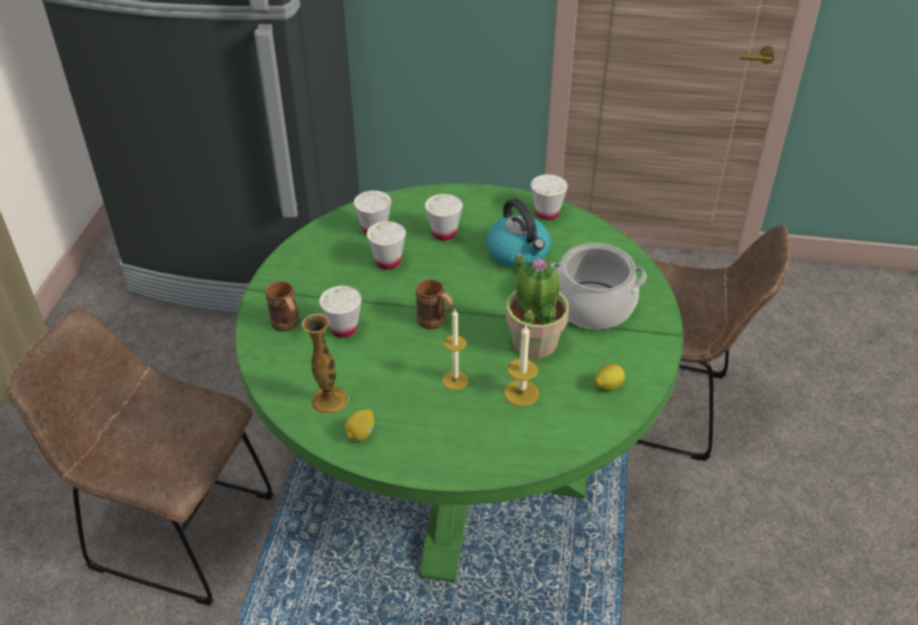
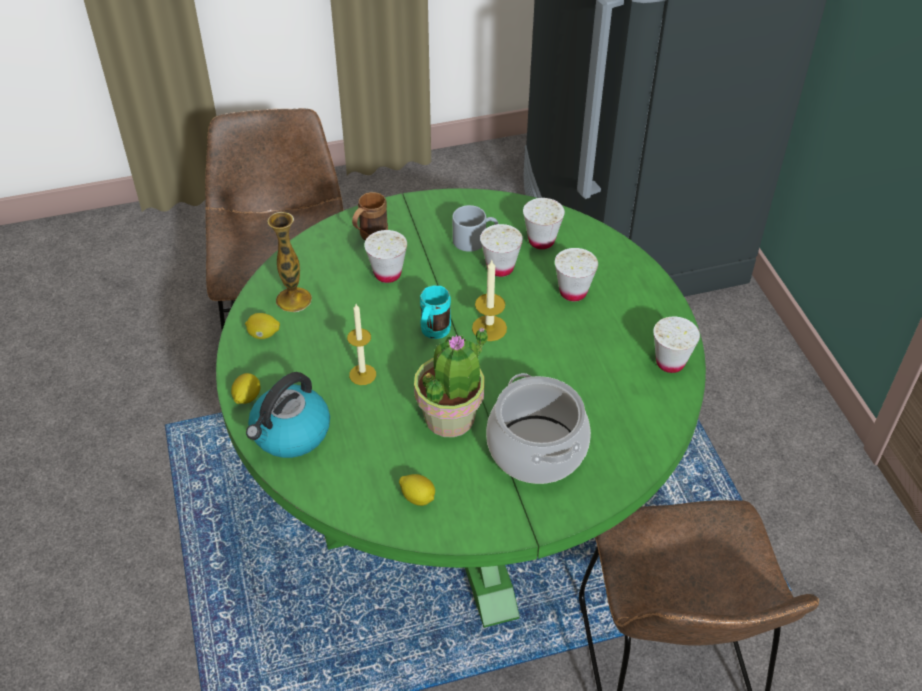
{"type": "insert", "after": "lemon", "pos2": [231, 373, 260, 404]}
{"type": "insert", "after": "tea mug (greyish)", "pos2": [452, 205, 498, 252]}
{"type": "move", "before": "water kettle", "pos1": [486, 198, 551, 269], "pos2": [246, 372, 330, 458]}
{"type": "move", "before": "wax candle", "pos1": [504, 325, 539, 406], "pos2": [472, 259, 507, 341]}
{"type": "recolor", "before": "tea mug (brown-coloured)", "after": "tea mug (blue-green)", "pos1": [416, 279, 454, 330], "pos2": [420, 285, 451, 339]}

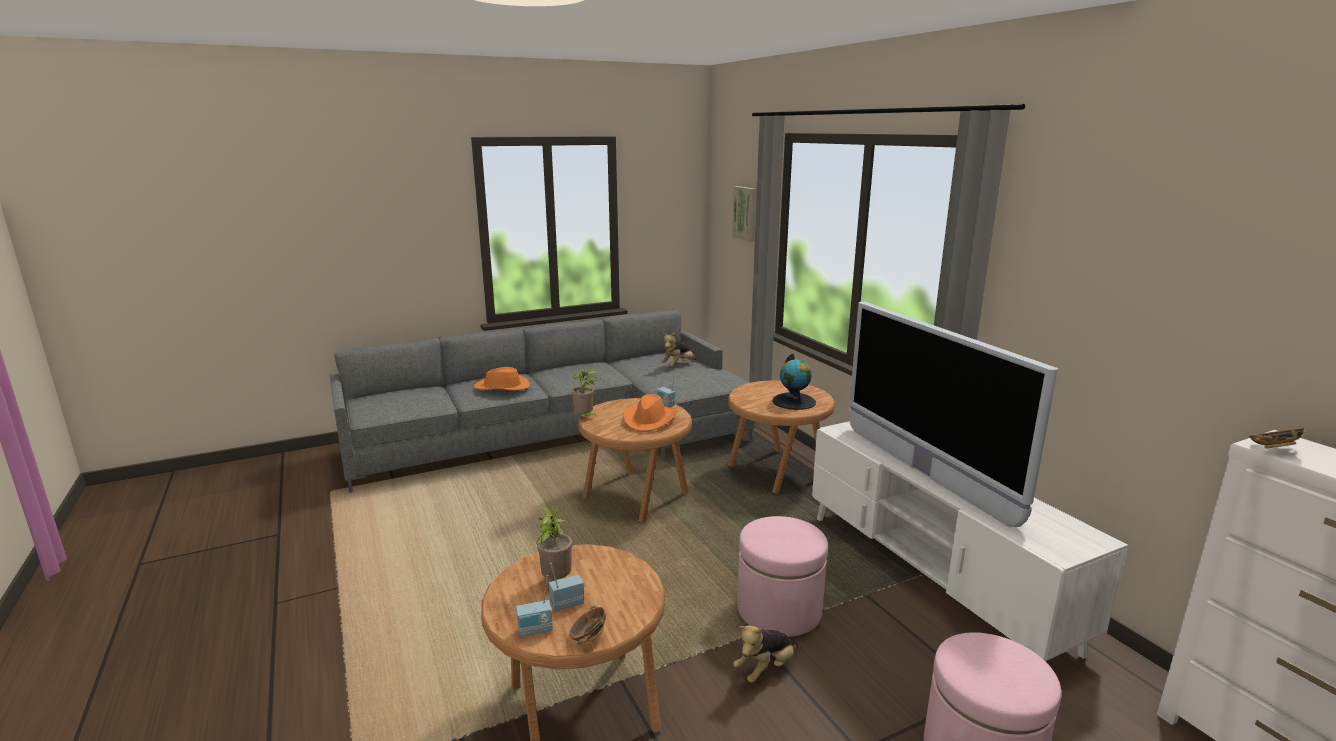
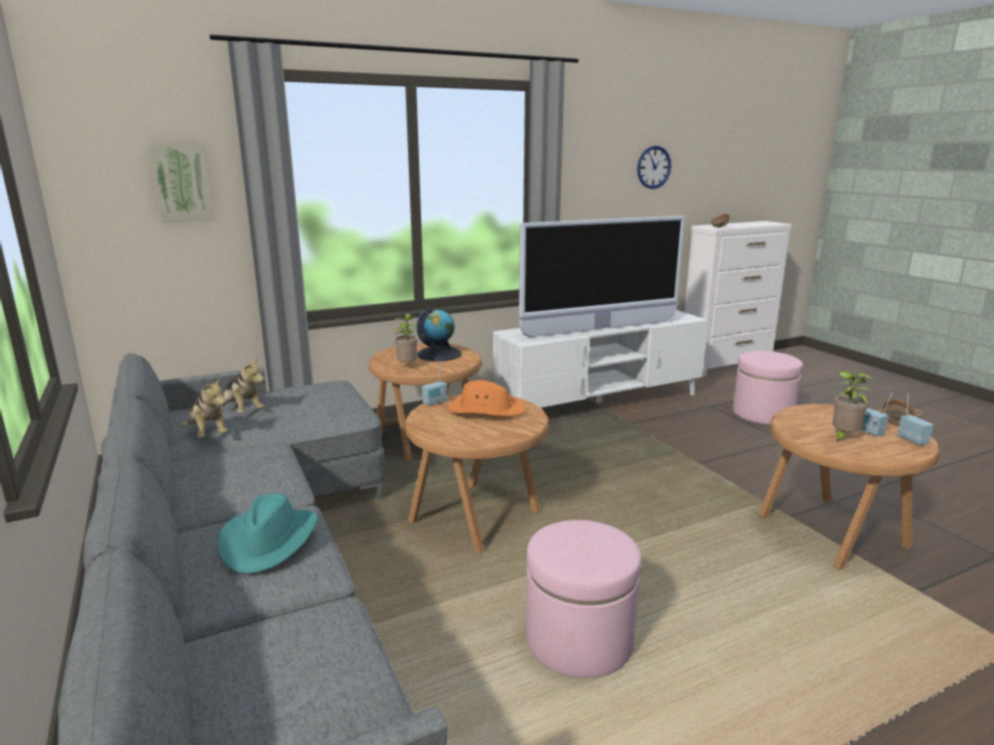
{"type": "insert", "after": "hanging clock", "pos2": [637, 146, 671, 189]}
{"type": "move", "before": "potted plant", "pos1": [572, 369, 598, 417], "pos2": [393, 314, 418, 362]}
{"type": "move", "before": "plush toy", "pos1": [733, 625, 798, 683], "pos2": [182, 377, 228, 438]}
{"type": "move", "before": "pouffe (pink-coloured)", "pos1": [737, 516, 828, 637], "pos2": [526, 520, 641, 678]}
{"type": "recolor", "before": "clothing hat (orange)", "after": "clothing hat (blue-green)", "pos1": [474, 367, 530, 391], "pos2": [217, 493, 318, 574]}

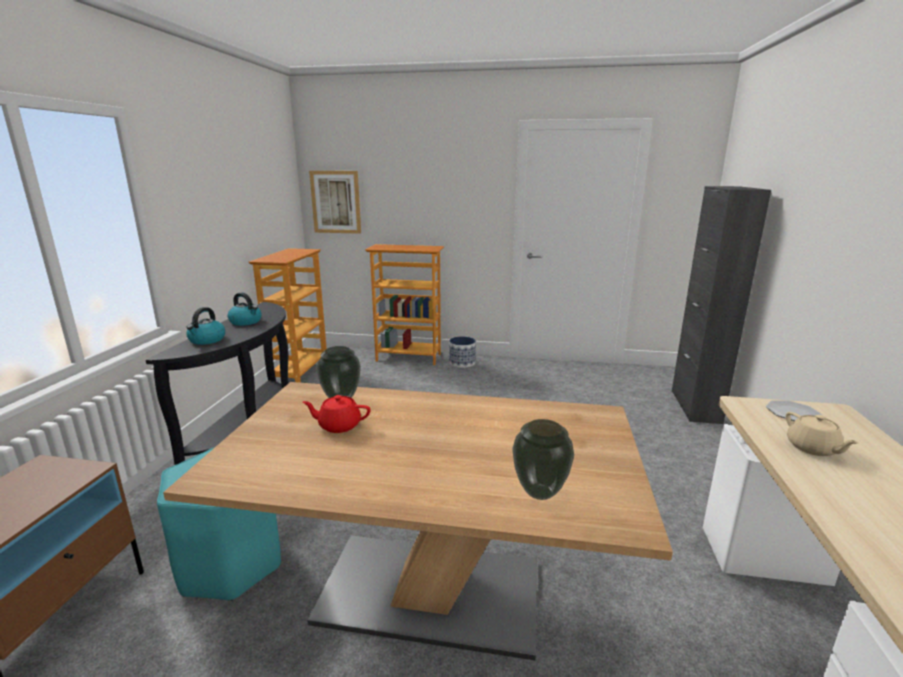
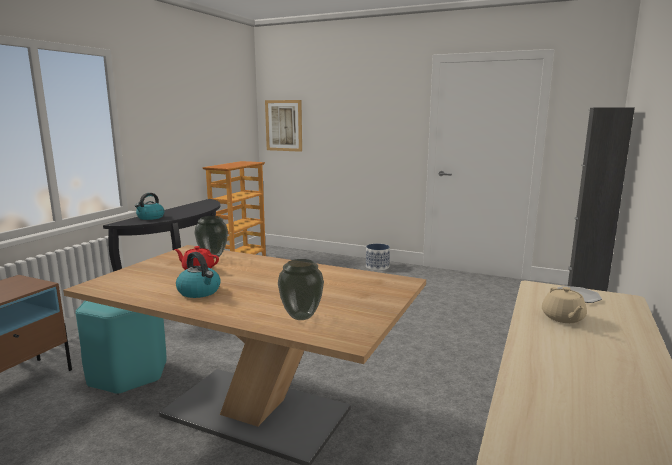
{"type": "delete", "before": "shelving unit", "pos1": [365, 244, 444, 365]}
{"type": "move", "before": "water kettle", "pos1": [228, 292, 261, 326], "pos2": [176, 252, 221, 298]}

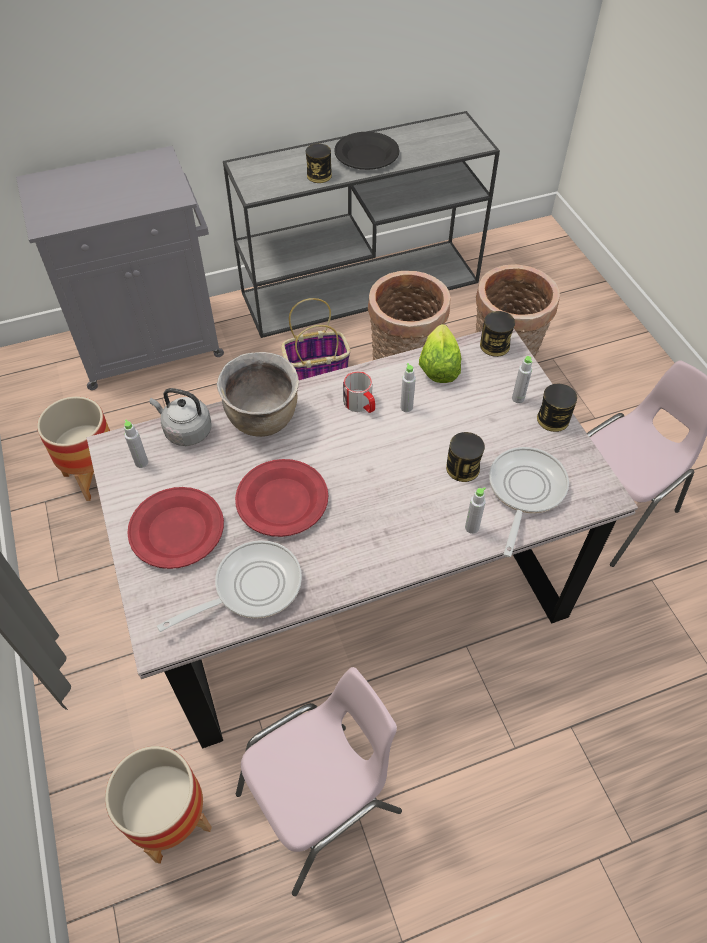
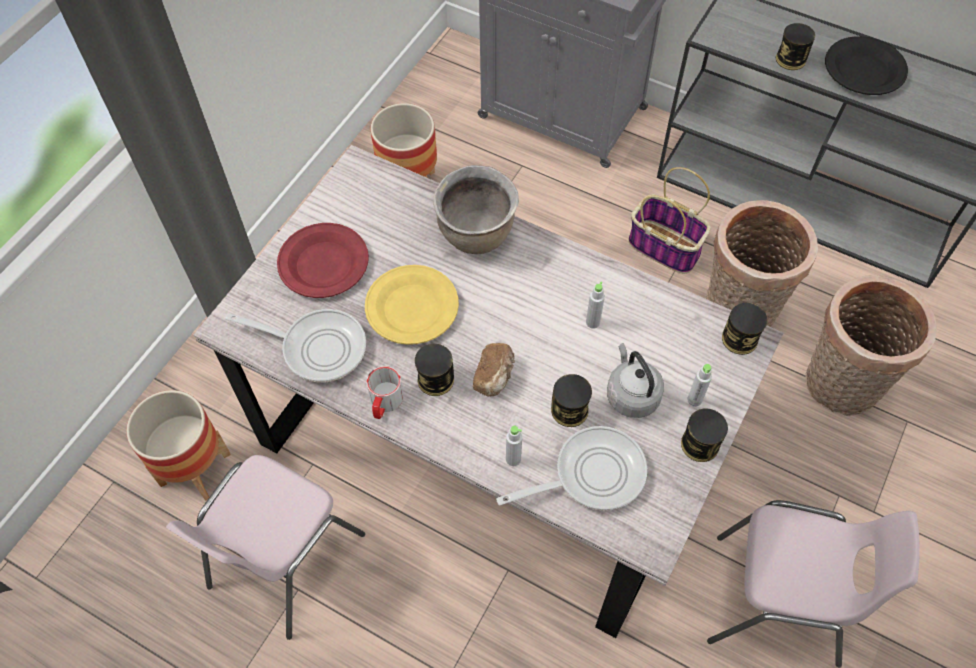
{"type": "delete", "before": "drink bottle (greyish)", "pos1": [124, 419, 148, 468]}
{"type": "delete", "before": "head of lettuce", "pos1": [419, 324, 461, 383]}
{"type": "insert", "after": "sealed can", "pos2": [415, 344, 454, 396]}
{"type": "insert", "after": "baked bread", "pos2": [473, 343, 515, 396]}
{"type": "move", "before": "water kettle (greyish)", "pos1": [150, 388, 212, 446], "pos2": [607, 343, 664, 418]}
{"type": "move", "before": "tea mug", "pos1": [343, 371, 375, 413], "pos2": [366, 366, 404, 419]}
{"type": "recolor", "before": "dinner plate (reddish)", "after": "dinner plate (yellowish)", "pos1": [235, 459, 328, 537], "pos2": [365, 265, 459, 345]}
{"type": "rotate", "before": "chair (pink-coloured)", "pos1": [236, 667, 402, 896], "pos2": [166, 455, 365, 640], "turn": 105}

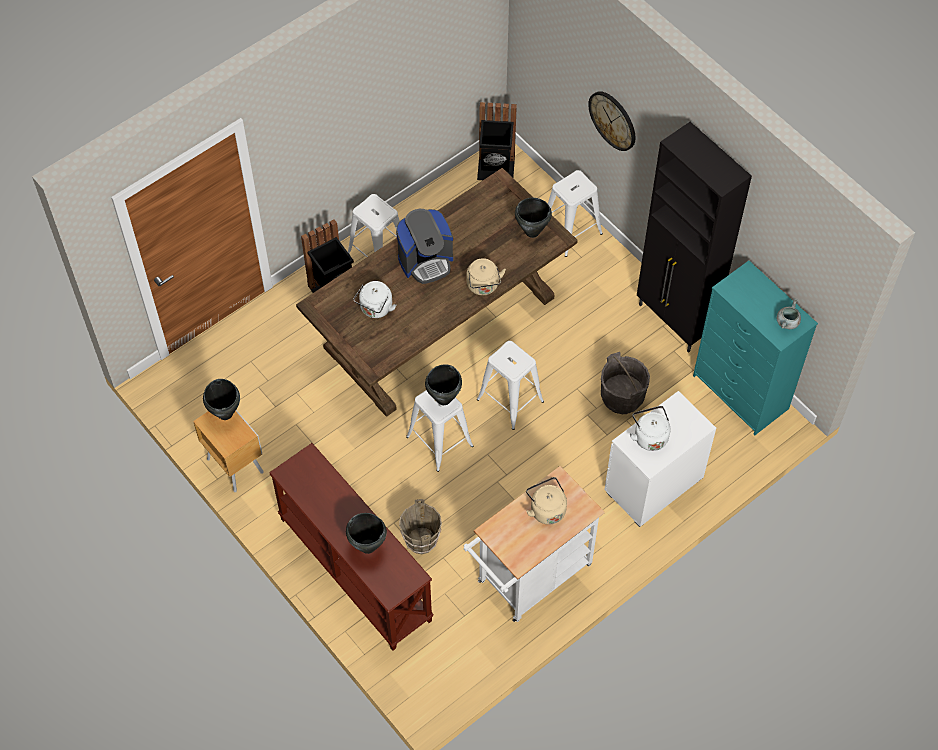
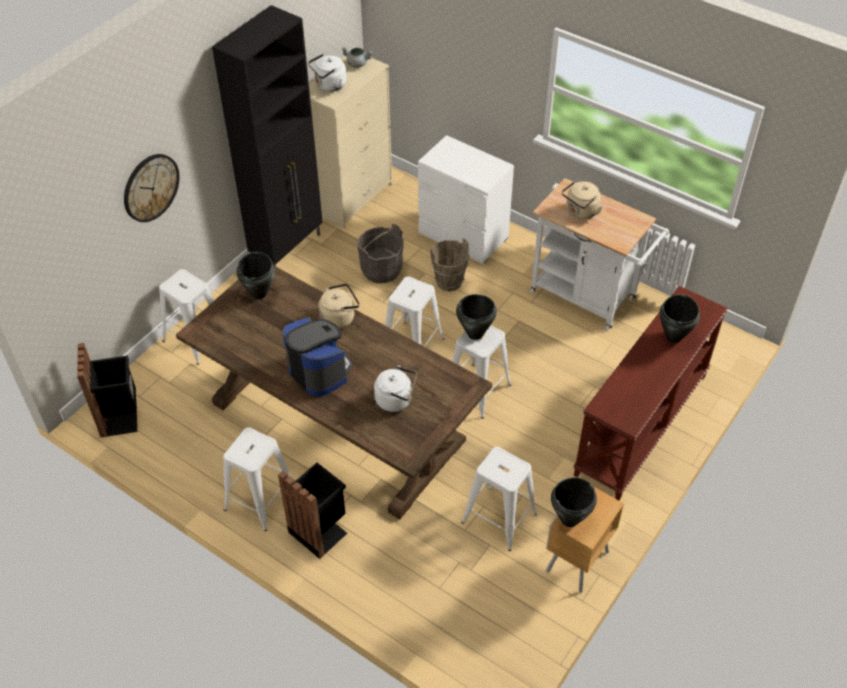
{"type": "insert", "after": "sitting stool (whitish)", "pos2": [461, 447, 537, 551]}
{"type": "move", "before": "pail (brown-coloured)", "pos1": [399, 499, 442, 554], "pos2": [430, 238, 470, 291]}
{"type": "move", "before": "water kettle (whitish)", "pos1": [630, 406, 670, 451], "pos2": [308, 54, 347, 92]}
{"type": "recolor", "before": "chest of drawers (blue-green)", "after": "chest of drawers (sand-coloured)", "pos1": [693, 261, 818, 435], "pos2": [309, 55, 392, 228]}

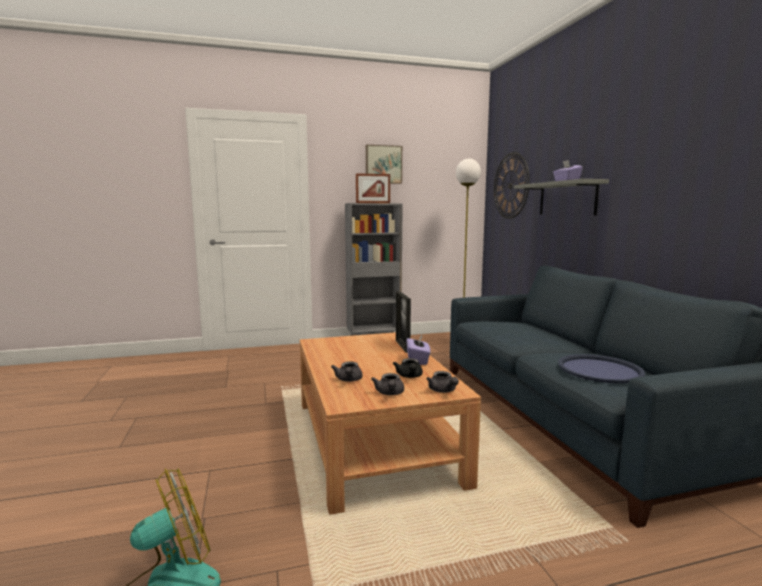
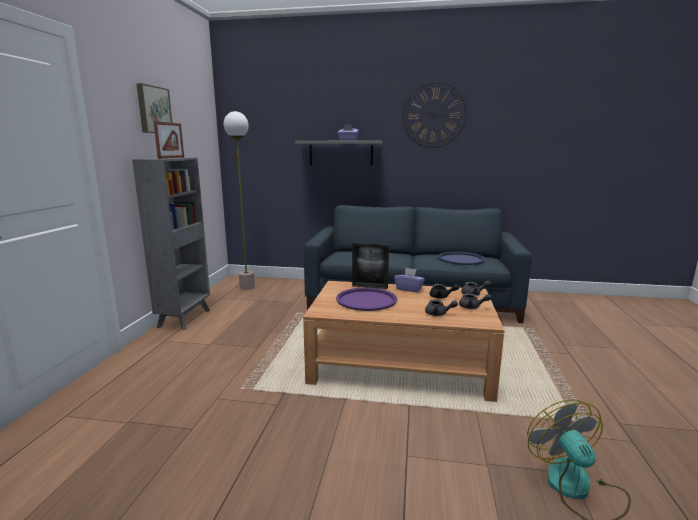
{"type": "insert", "after": "carrying tray (purplish)", "pos2": [336, 287, 397, 311]}
{"type": "move", "before": "hanging clock", "pos1": [494, 152, 530, 219], "pos2": [402, 81, 467, 148]}

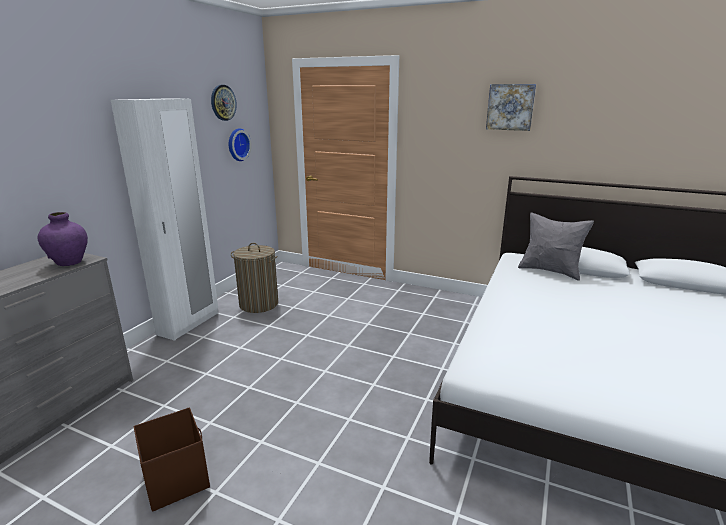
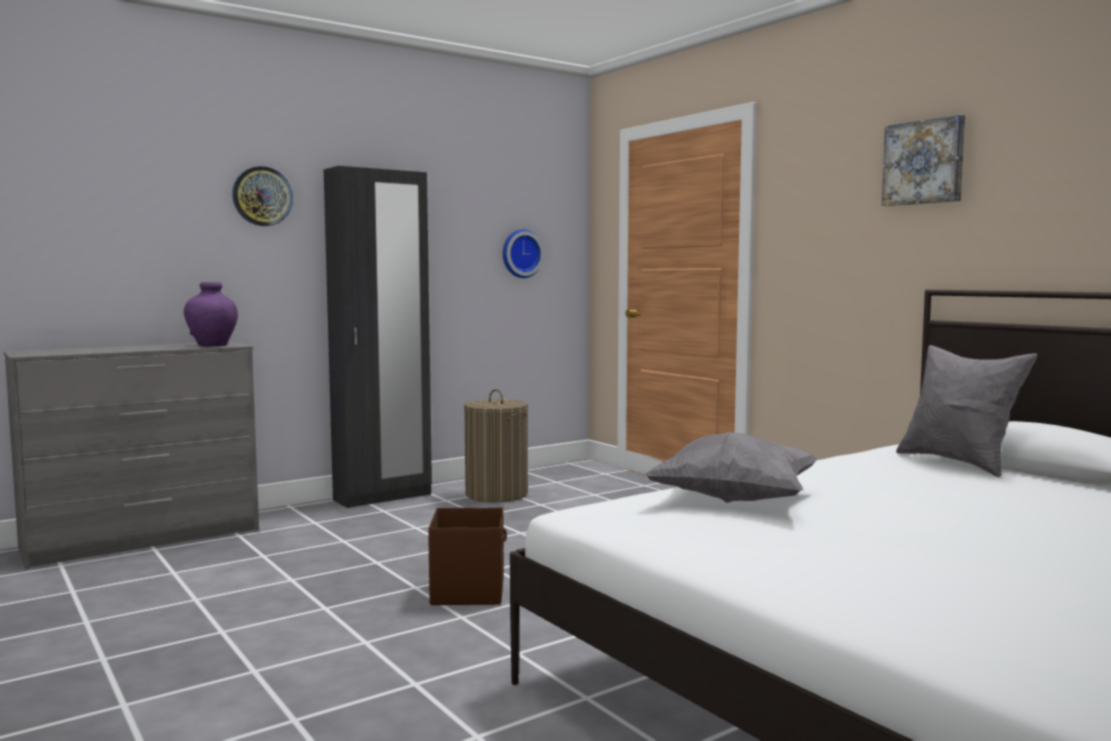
{"type": "insert", "after": "throw pillow (greyish)", "pos2": [645, 432, 819, 503]}
{"type": "move", "before": "storage bin (brown-coloured)", "pos1": [133, 407, 210, 511], "pos2": [428, 507, 507, 605]}
{"type": "move", "before": "hanging clock", "pos1": [211, 85, 237, 121], "pos2": [232, 166, 293, 226]}
{"type": "recolor", "before": "armoire (whitish)", "after": "armoire (black)", "pos1": [111, 98, 218, 341], "pos2": [324, 166, 432, 508]}

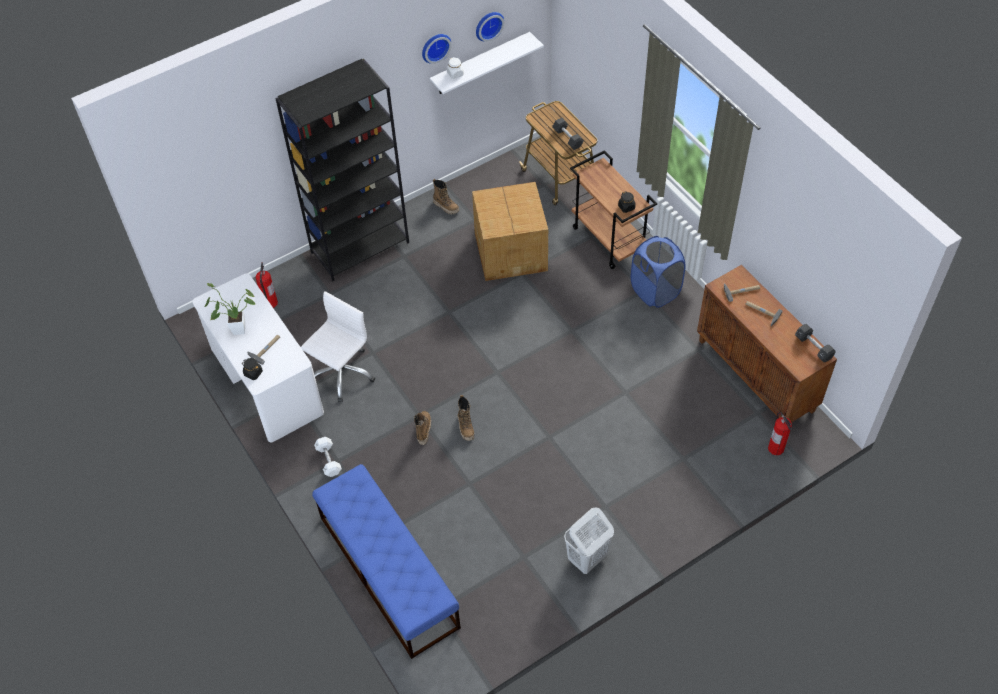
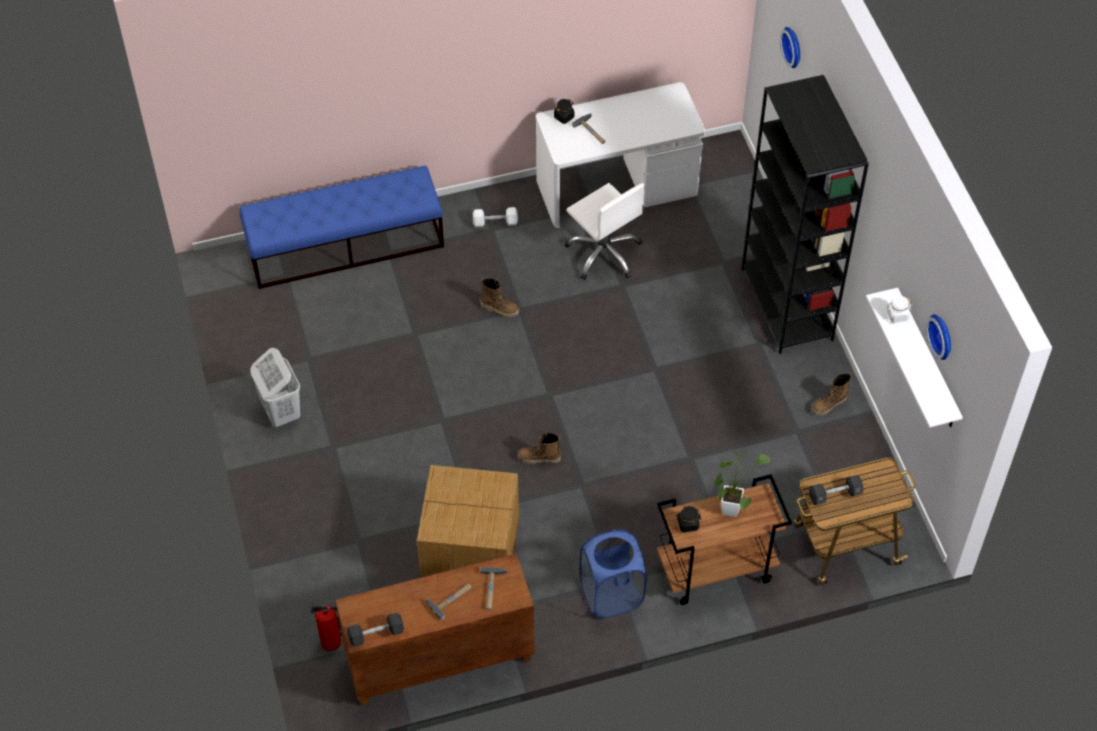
{"type": "delete", "before": "extinguisher", "pos1": [255, 262, 278, 308]}
{"type": "move", "before": "potted plant", "pos1": [205, 283, 255, 335], "pos2": [714, 452, 770, 517]}
{"type": "move", "before": "hanging clock", "pos1": [422, 34, 452, 64], "pos2": [780, 27, 800, 68]}
{"type": "move", "before": "tall boot", "pos1": [458, 395, 474, 441], "pos2": [518, 433, 561, 464]}
{"type": "move", "before": "packing box", "pos1": [472, 182, 548, 281], "pos2": [417, 465, 519, 578]}

